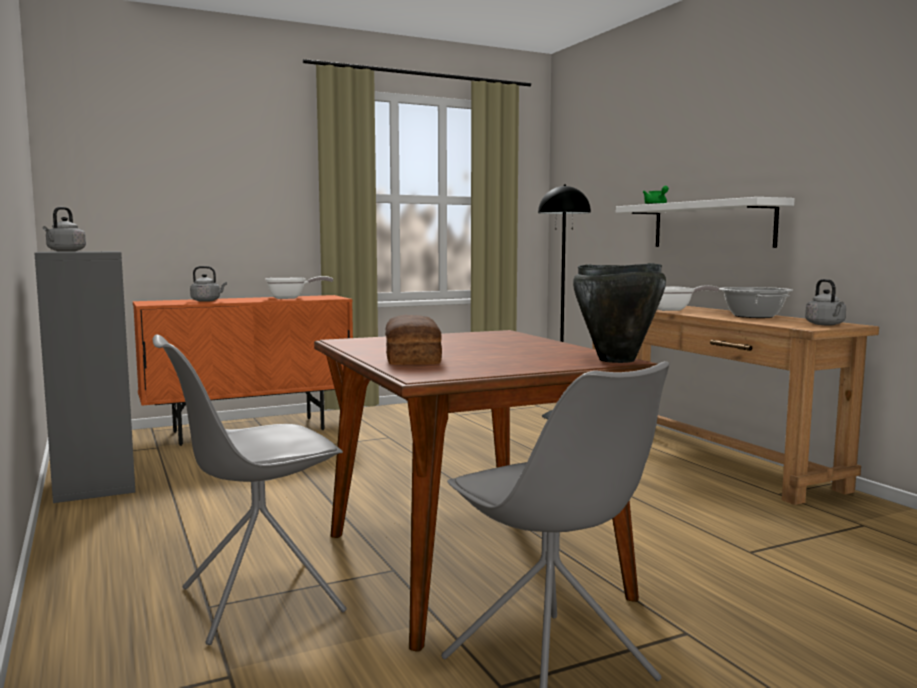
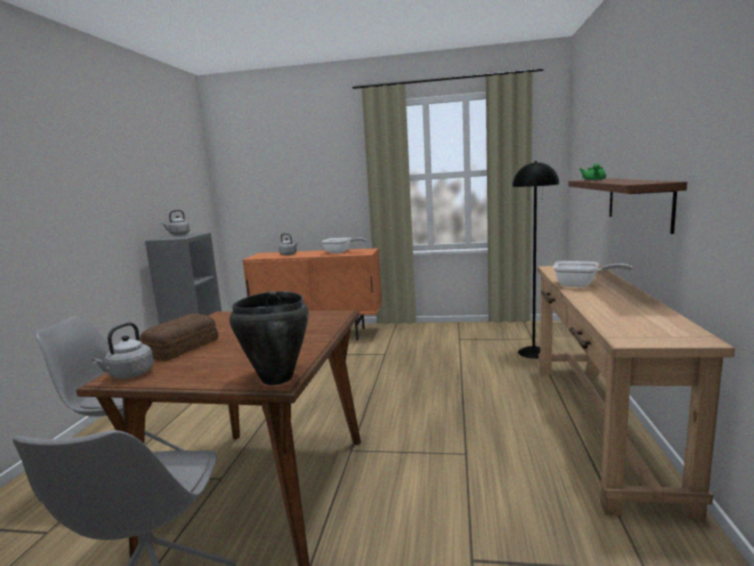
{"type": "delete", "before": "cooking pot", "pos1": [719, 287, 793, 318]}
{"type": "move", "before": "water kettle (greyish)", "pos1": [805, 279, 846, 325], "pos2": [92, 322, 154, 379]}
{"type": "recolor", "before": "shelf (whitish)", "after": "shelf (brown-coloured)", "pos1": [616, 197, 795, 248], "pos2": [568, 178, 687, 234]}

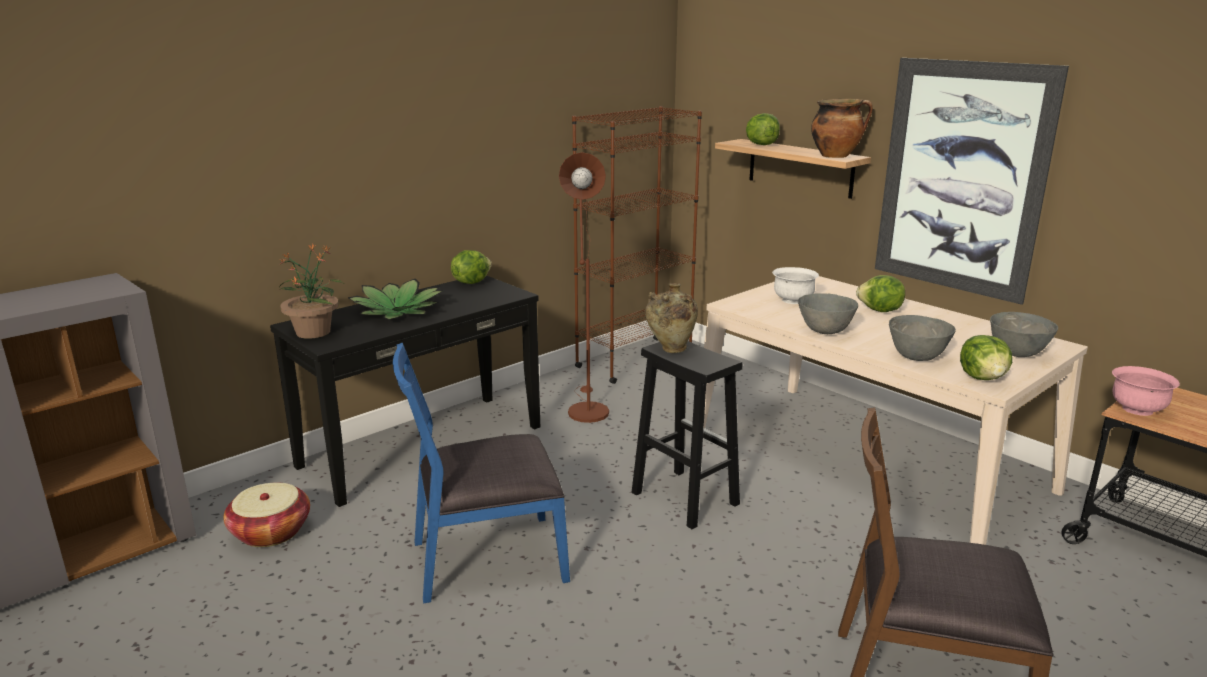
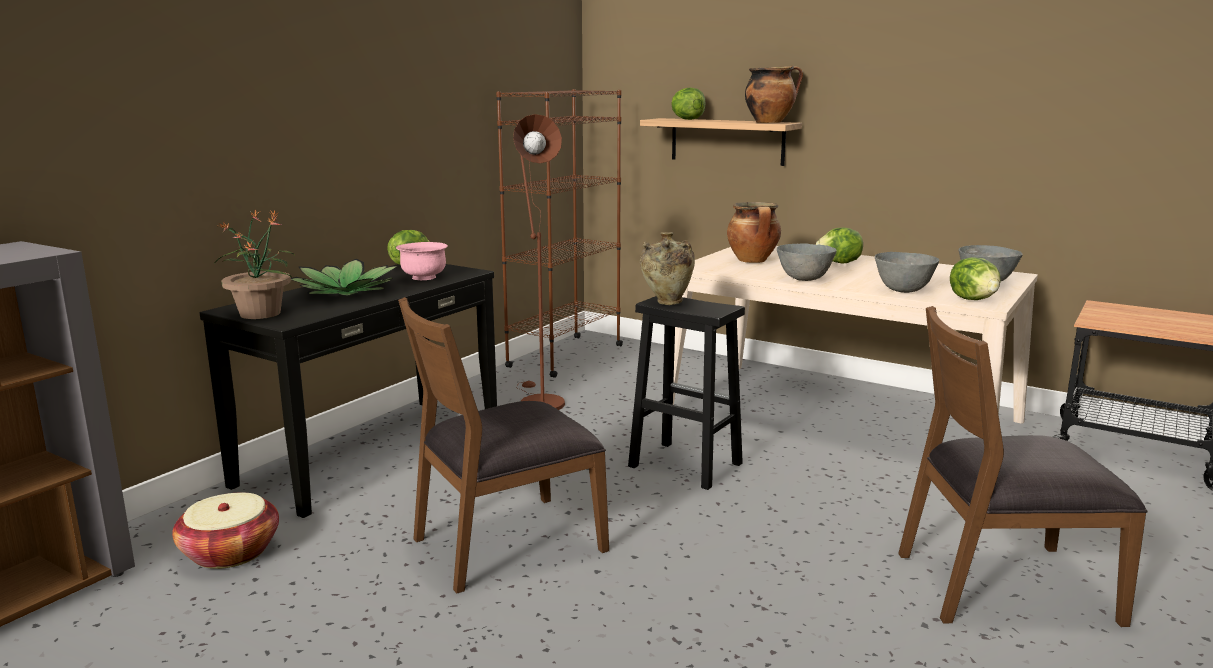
{"type": "delete", "before": "wall art", "pos1": [875, 58, 1069, 305]}
{"type": "move", "before": "serving bowl (pink-coloured)", "pos1": [1112, 366, 1180, 416], "pos2": [396, 242, 448, 280]}
{"type": "replace", "before": "serving bowl (whitish)", "after": "cooking pot", "pos1": [772, 267, 819, 304], "pos2": [727, 202, 781, 263]}
{"type": "recolor", "before": "chair (bluish)", "after": "chair (brown-coloured)", "pos1": [393, 343, 570, 604], "pos2": [398, 297, 609, 594]}

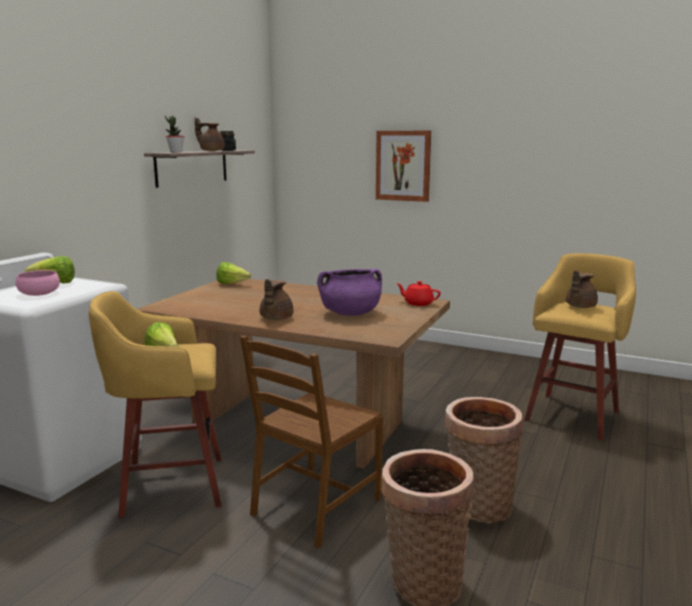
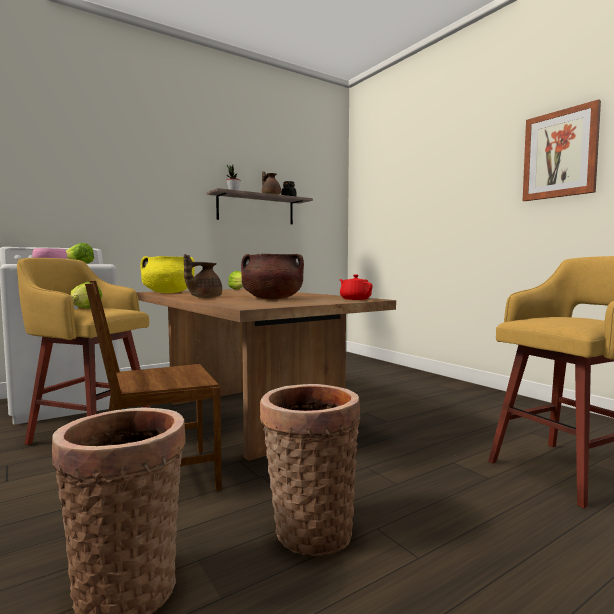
{"type": "delete", "before": "teapot (brown-coloured)", "pos1": [566, 270, 598, 308]}
{"type": "insert", "after": "cooking pot (yellowish)", "pos2": [140, 256, 195, 293]}
{"type": "move", "before": "wall art", "pos1": [376, 131, 431, 202], "pos2": [523, 99, 601, 201]}
{"type": "recolor", "before": "cooking pot (purplish)", "after": "cooking pot (brown-coloured)", "pos1": [317, 269, 382, 316], "pos2": [241, 254, 304, 299]}

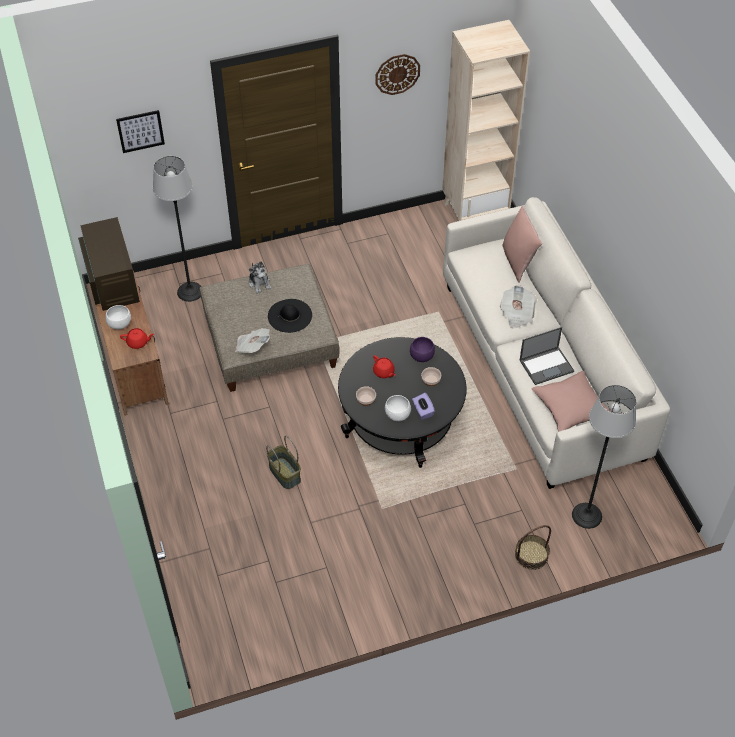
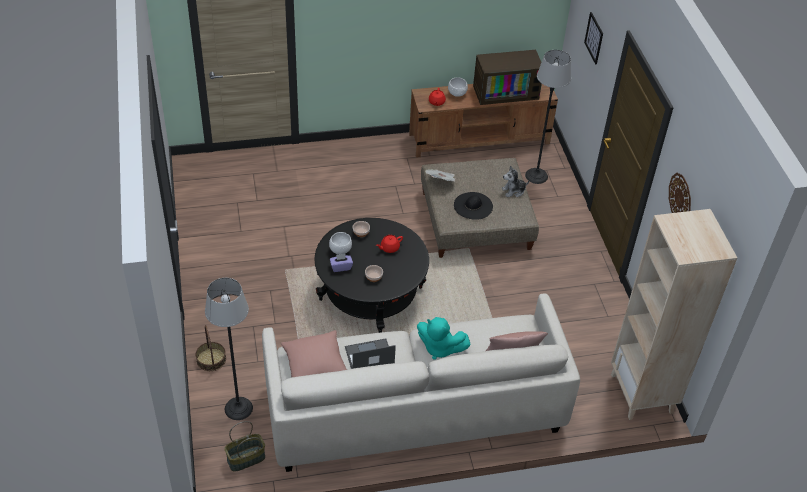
{"type": "delete", "before": "serving bowl (purplish)", "pos1": [410, 337, 435, 362]}
{"type": "move", "before": "storage basket", "pos1": [266, 436, 301, 489], "pos2": [224, 421, 265, 472]}
{"type": "replace", "before": "newspaper", "after": "plush toy (blue-green)", "pos1": [500, 285, 537, 328], "pos2": [417, 317, 471, 360]}
{"type": "rotate", "before": "laptop", "pos1": [519, 327, 574, 385], "pos2": [345, 339, 396, 369], "turn": 90}

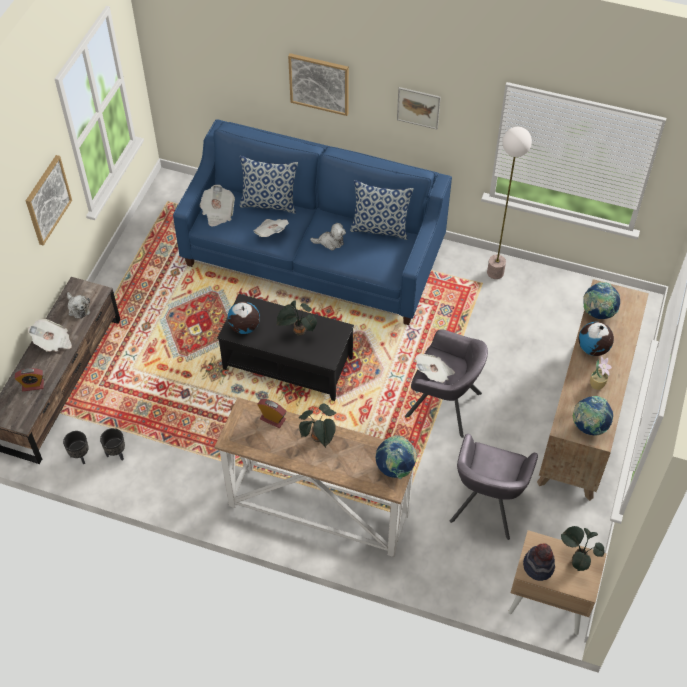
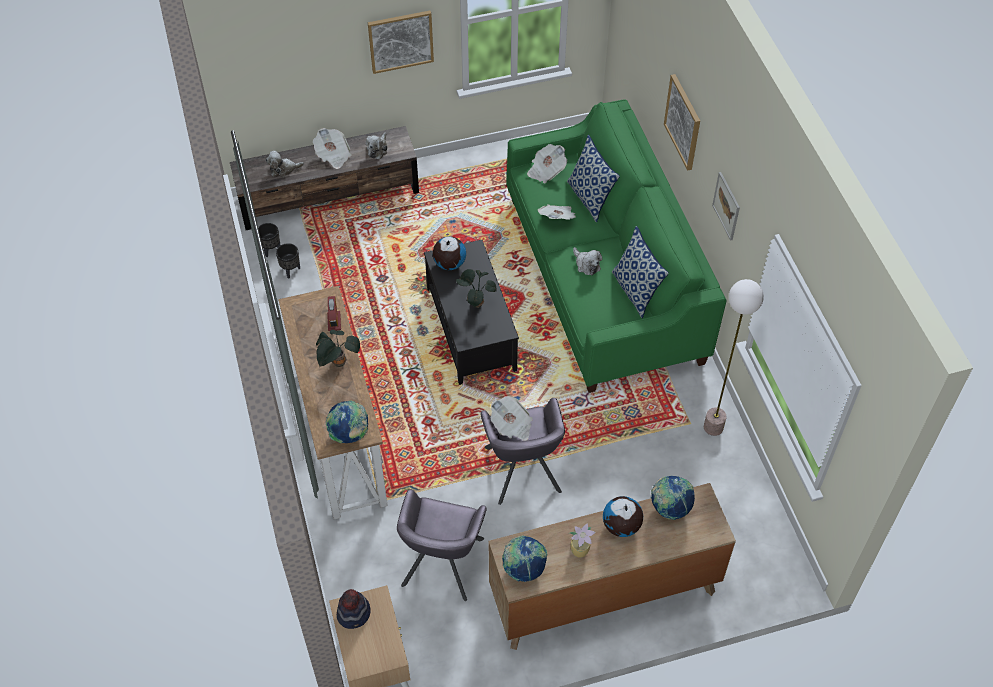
{"type": "delete", "before": "potted plant", "pos1": [561, 526, 604, 571]}
{"type": "replace", "before": "bedside clock", "after": "plush toy", "pos1": [15, 368, 44, 391], "pos2": [266, 151, 304, 177]}
{"type": "recolor", "before": "sofa (bluish)", "after": "sofa (green-coloured)", "pos1": [173, 119, 452, 325], "pos2": [506, 99, 727, 393]}
{"type": "rotate", "before": "easy chair (greyish)", "pos1": [450, 434, 538, 540], "pos2": [397, 490, 487, 601], "turn": -60}

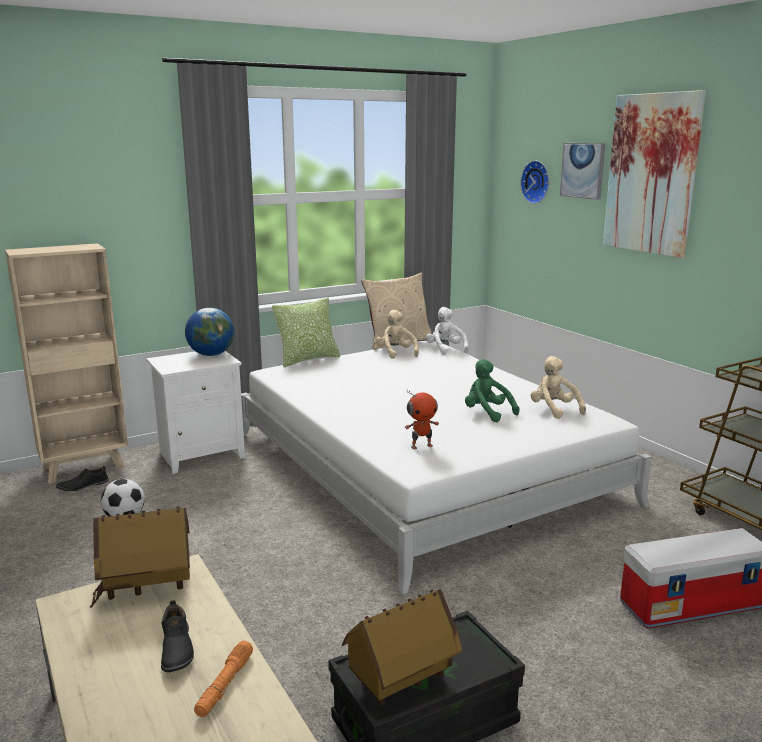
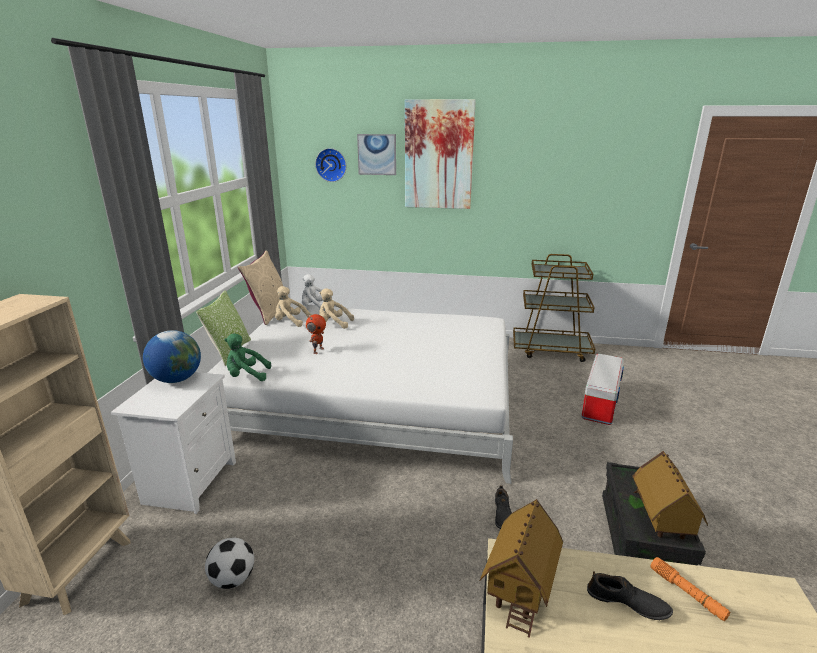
{"type": "move", "before": "shoe (black)", "pos1": [56, 466, 109, 491], "pos2": [495, 486, 512, 529]}
{"type": "move", "before": "toy robot", "pos1": [405, 390, 439, 449], "pos2": [306, 314, 326, 354]}
{"type": "move", "before": "plush toy (green-coloured)", "pos1": [465, 359, 520, 422], "pos2": [224, 334, 271, 381]}
{"type": "move", "before": "plush toy (sand-coloured)", "pos1": [531, 356, 586, 419], "pos2": [319, 288, 354, 329]}

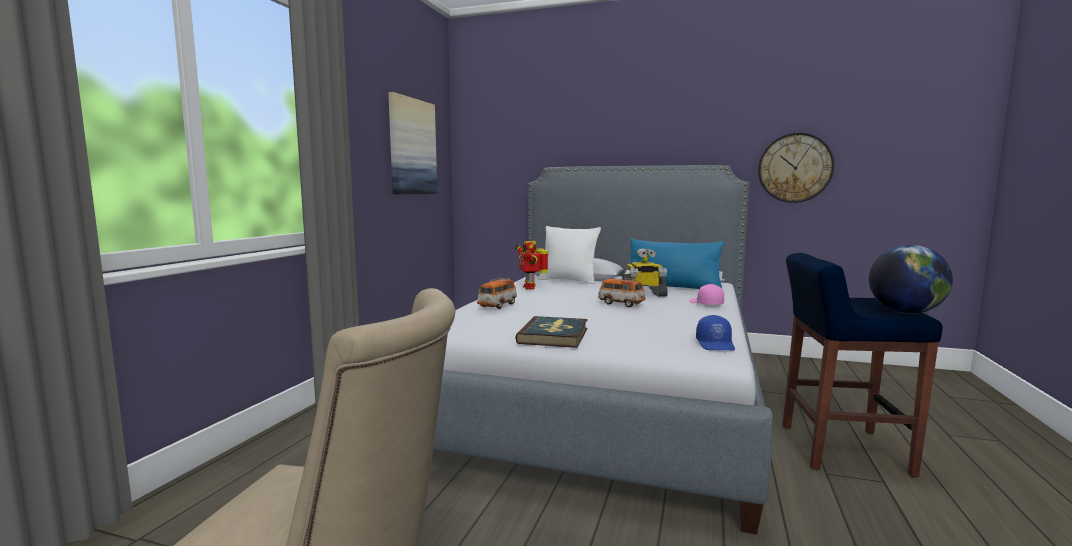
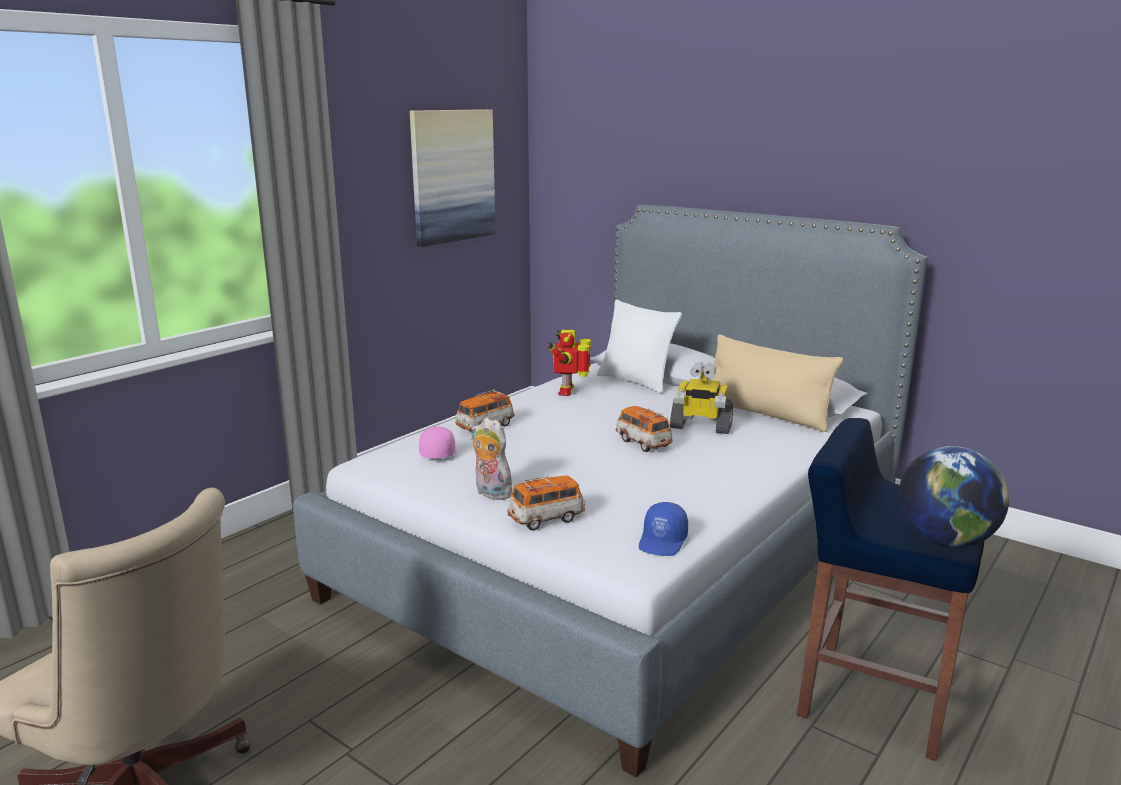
{"type": "delete", "before": "hanging clock", "pos1": [758, 133, 834, 203]}
{"type": "insert", "after": "miniature car", "pos2": [507, 475, 586, 531]}
{"type": "move", "before": "cap (pink-coloured)", "pos1": [690, 284, 724, 305], "pos2": [419, 426, 456, 459]}
{"type": "replace", "before": "volume", "after": "plush toy", "pos1": [516, 316, 588, 348], "pos2": [471, 418, 512, 500]}
{"type": "recolor", "before": "throw pillow (bluish)", "after": "throw pillow (sand-coloured)", "pos1": [630, 239, 724, 289], "pos2": [711, 334, 843, 432]}

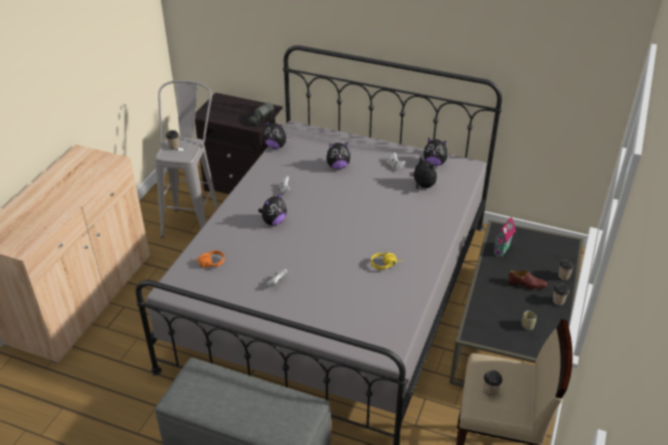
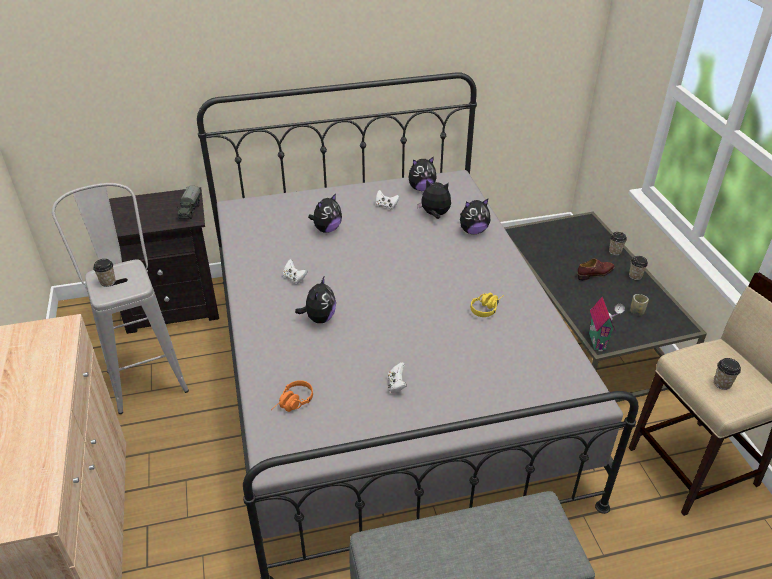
{"type": "move", "before": "plush toy", "pos1": [263, 121, 290, 149], "pos2": [460, 199, 490, 234]}
{"type": "move", "before": "miniature house", "pos1": [493, 217, 516, 257], "pos2": [589, 297, 625, 351]}

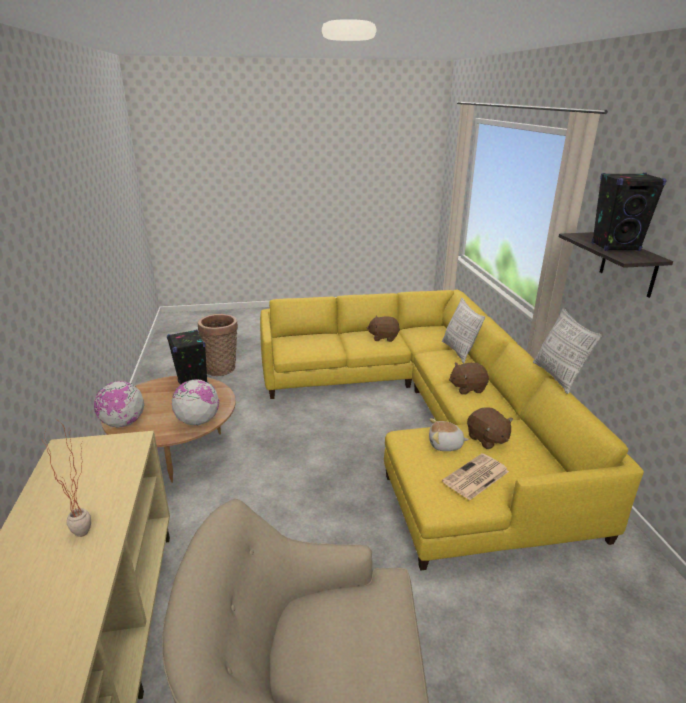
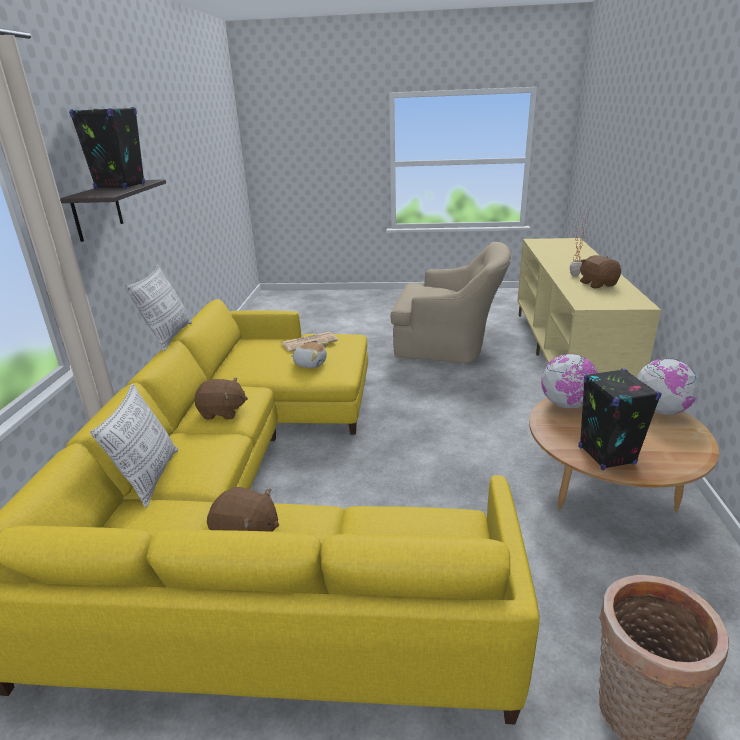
{"type": "move", "before": "plush toy (brown-coloured)", "pos1": [467, 407, 513, 449], "pos2": [580, 255, 621, 288]}

